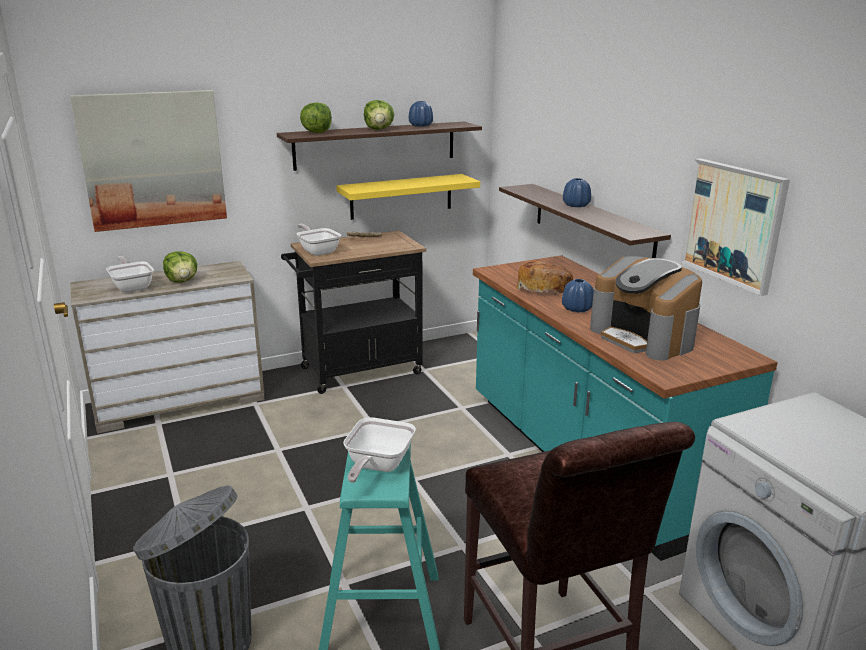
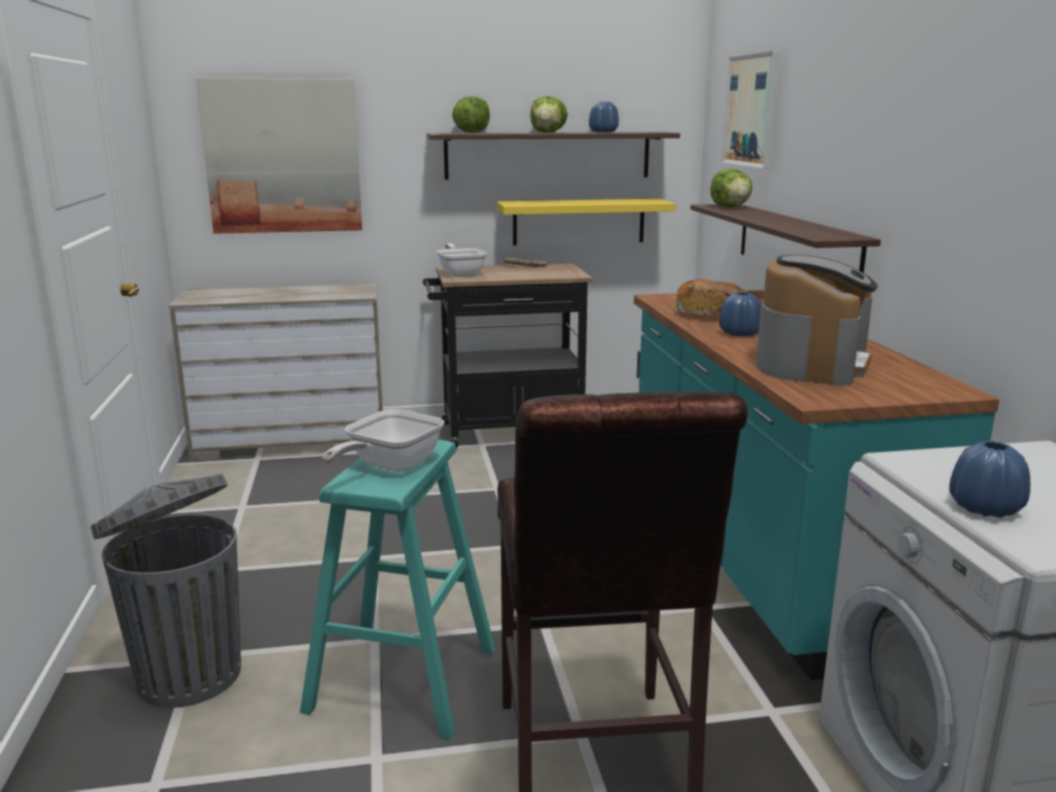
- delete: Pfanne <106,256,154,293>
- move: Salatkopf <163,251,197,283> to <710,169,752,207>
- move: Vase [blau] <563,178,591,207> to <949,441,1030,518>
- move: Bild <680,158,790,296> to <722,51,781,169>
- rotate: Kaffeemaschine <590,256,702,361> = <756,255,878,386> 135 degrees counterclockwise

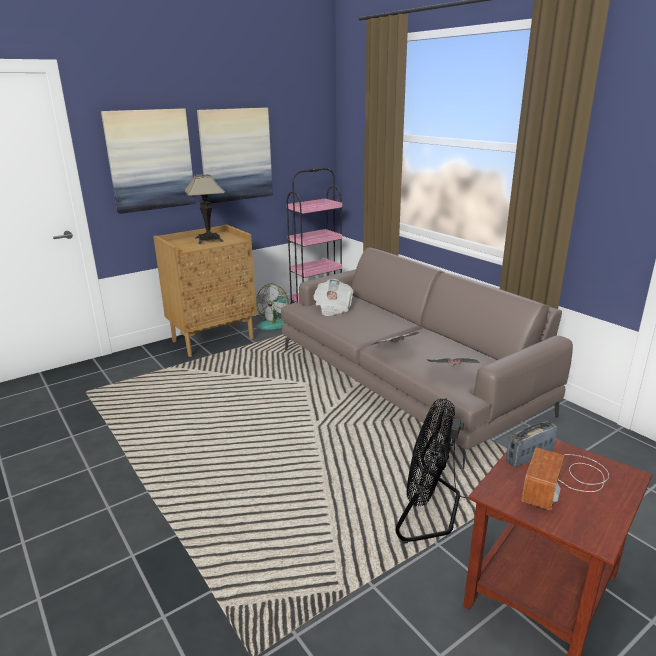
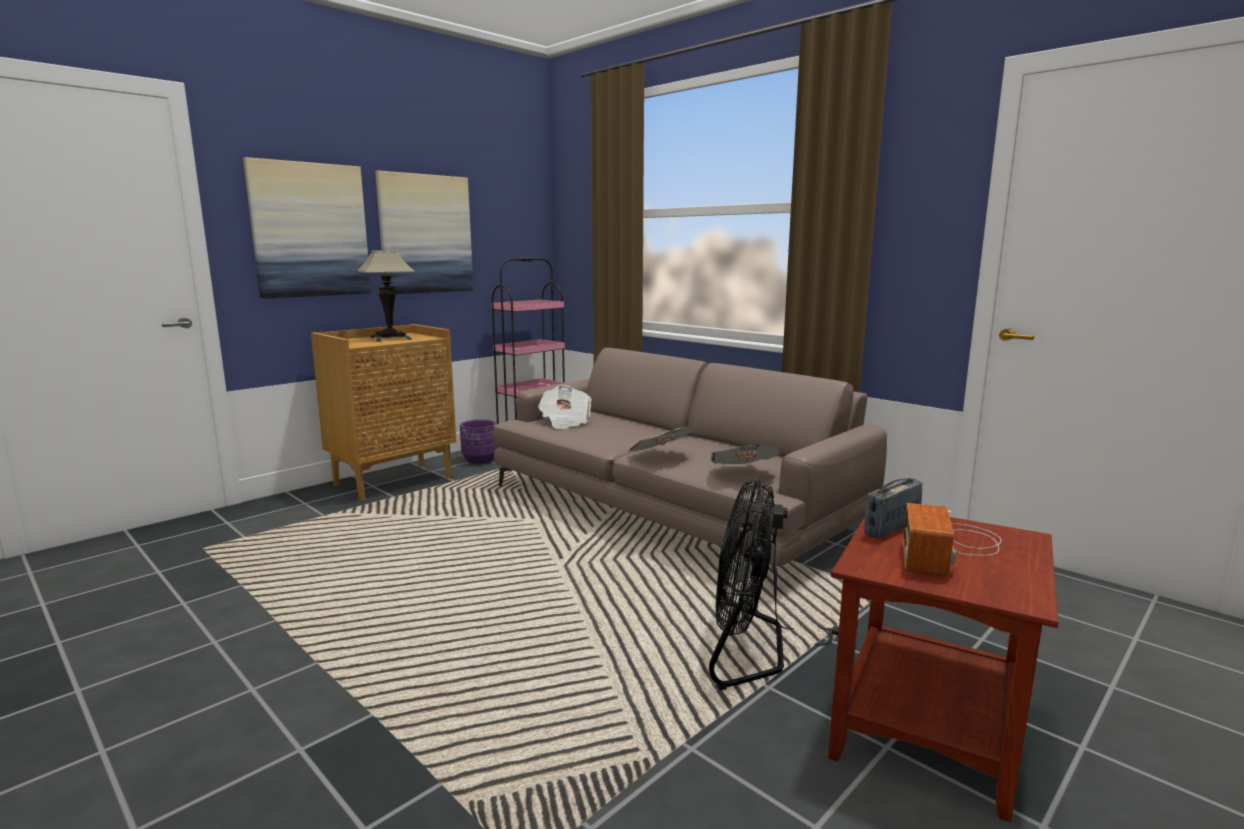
- replace: Ventilator <256,283,289,330> to Pflanzkübel [lila] <460,419,498,464>

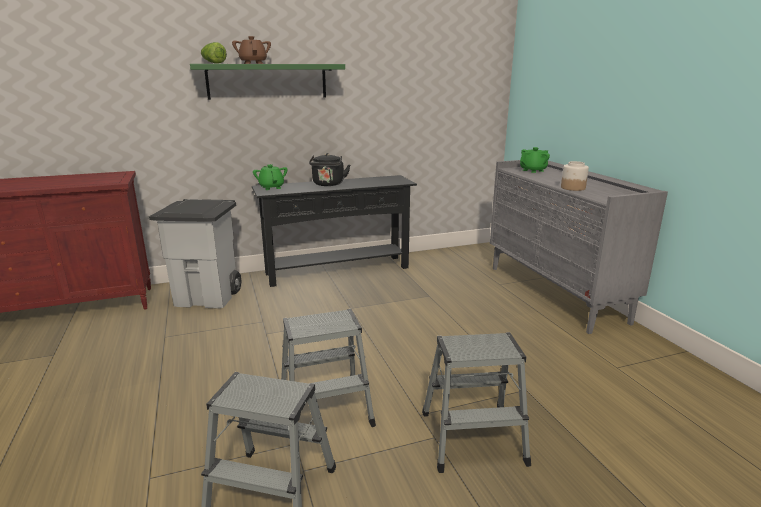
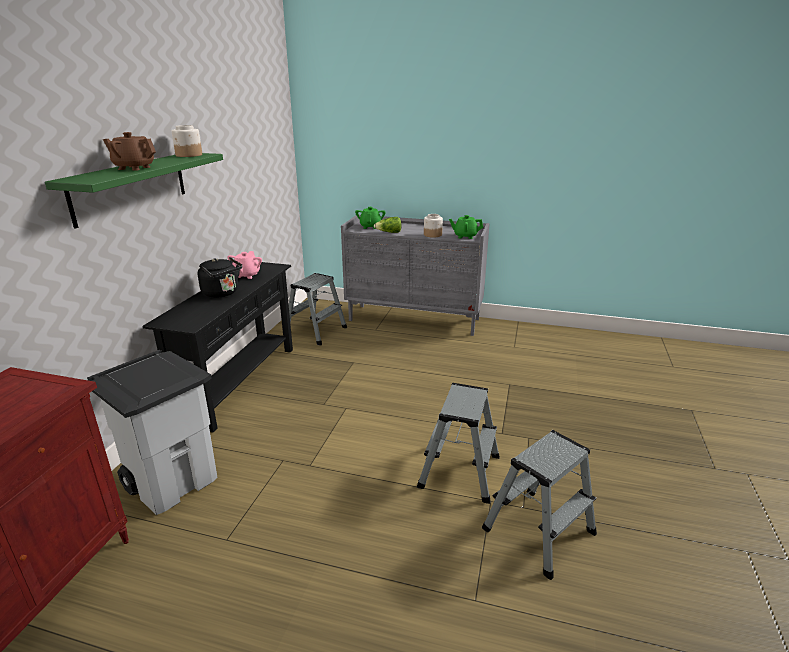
- insert: Vorratsglas <171,125,202,157>
- insert: Teekanne [rosa] <227,251,262,279>
- move: Salatkopf <201,42,227,64> to <374,217,402,233>
- move: Teekanne [grün] <253,164,288,190> to <449,215,483,239>
- move: Trittleiter [grau] <422,332,531,473> to <289,273,347,346>

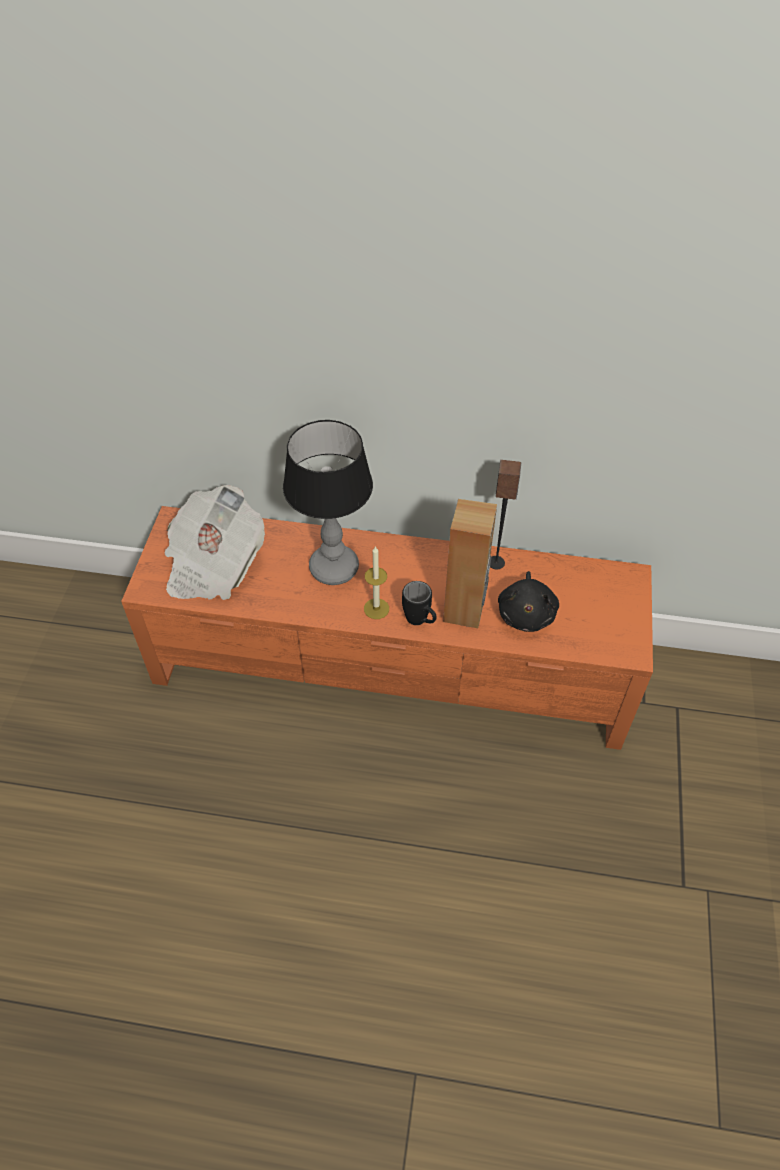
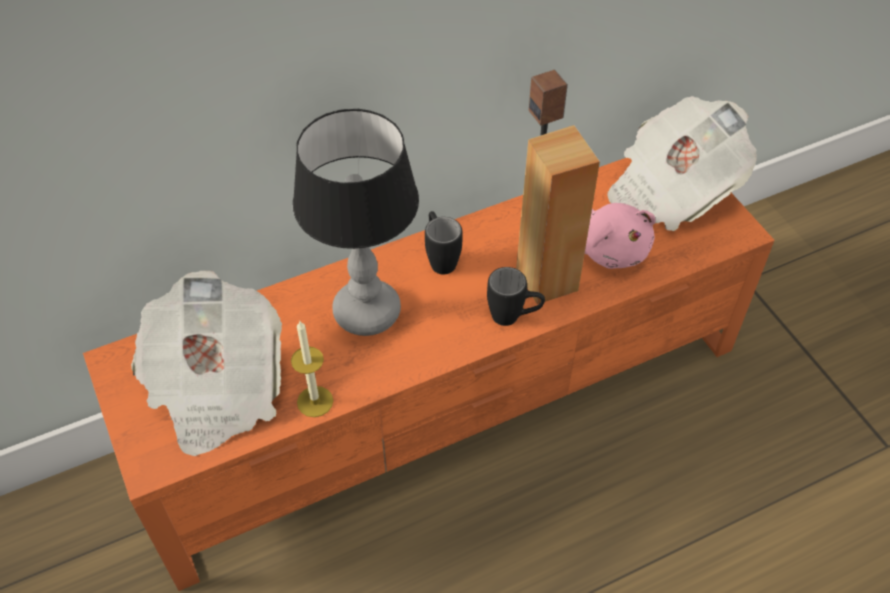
- insert: Henkelbecher [schwarz] <425,211,463,274>
- insert: Zeitung <607,96,757,231>
- move: Kerze <364,546,389,619> to <291,320,333,417>
- recolor: Plüschtier [schwarz] <498,571,559,632> to Plüschtier [rosa] <585,203,656,269>

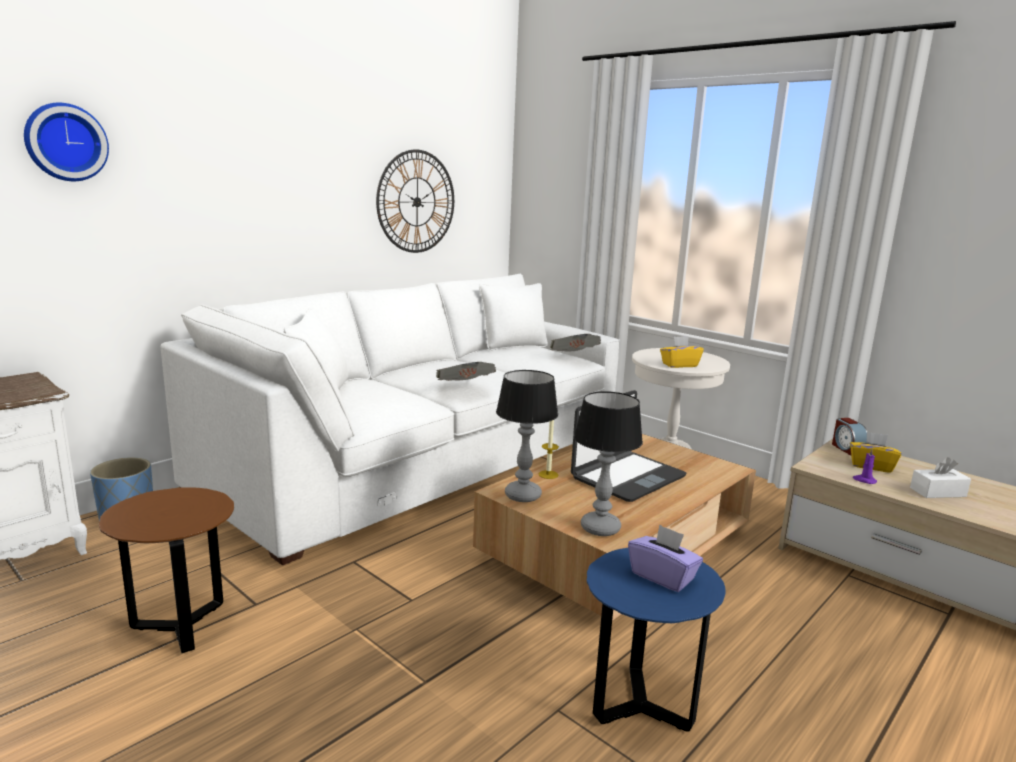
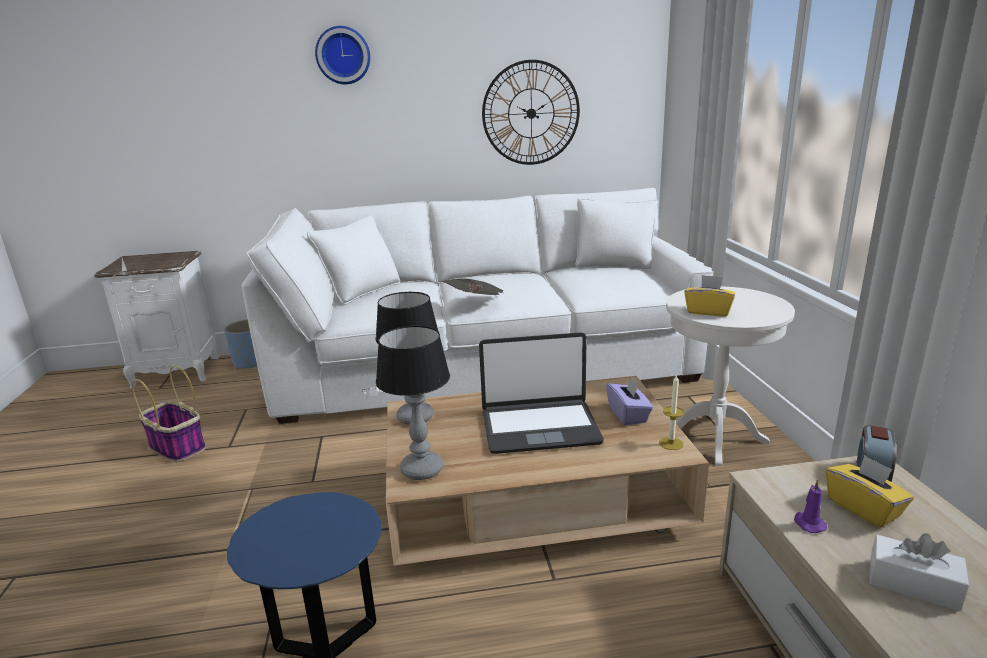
- delete: Zeitung <550,334,601,352>
- move: Wanduhr <24,103,109,181> to <315,26,370,84>
- move: Kerze <539,420,559,479> to <659,374,684,450>
- move: Taschentuchbox [lila] <628,524,703,592> to <606,376,653,426>
- replace: Beistelltisch [braun] <99,487,234,653> to Korb <132,365,206,462>

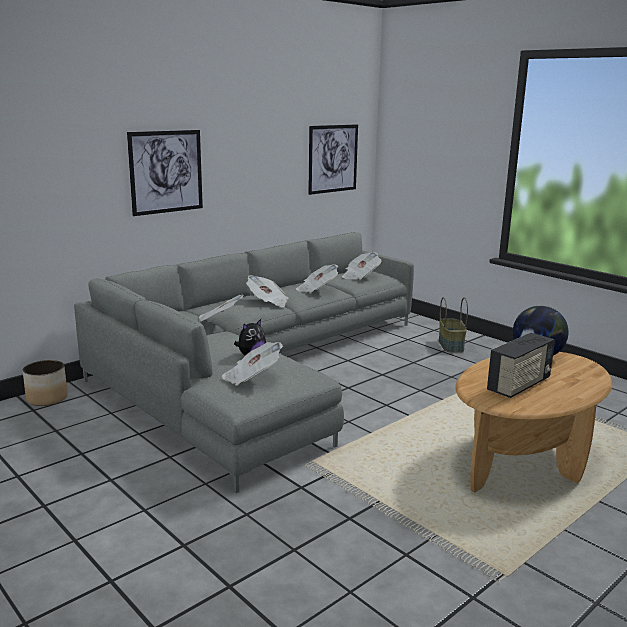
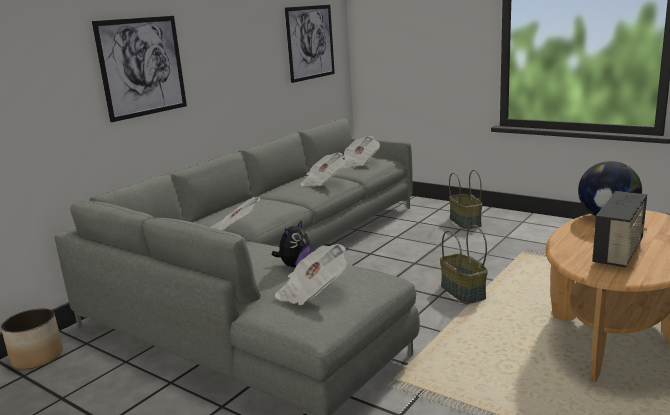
- delete: Zeitung <246,275,289,307>
- insert: Korb <440,225,488,304>

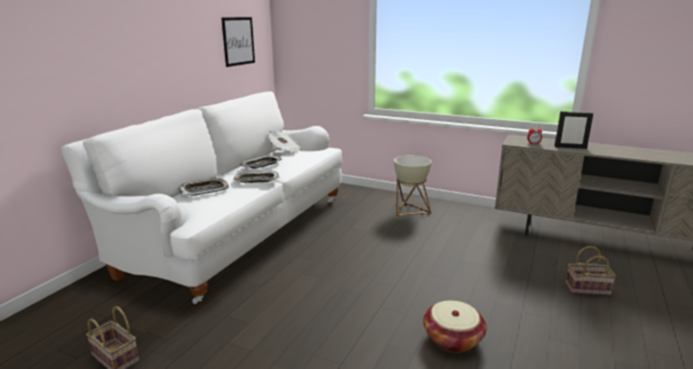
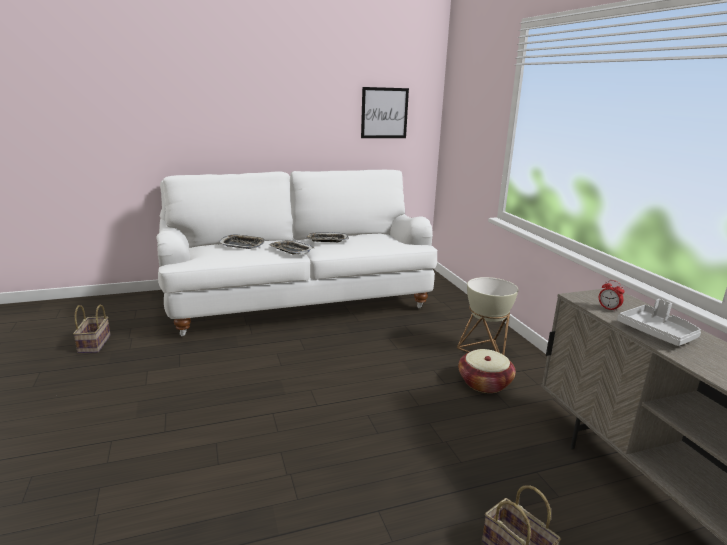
- delete: Zeitung <267,131,301,154>
- move: Korb <423,301,487,353> to <458,349,516,393>
- replace: Bilderrahmen <554,111,593,149> to Tablett [grau] <617,299,701,346>

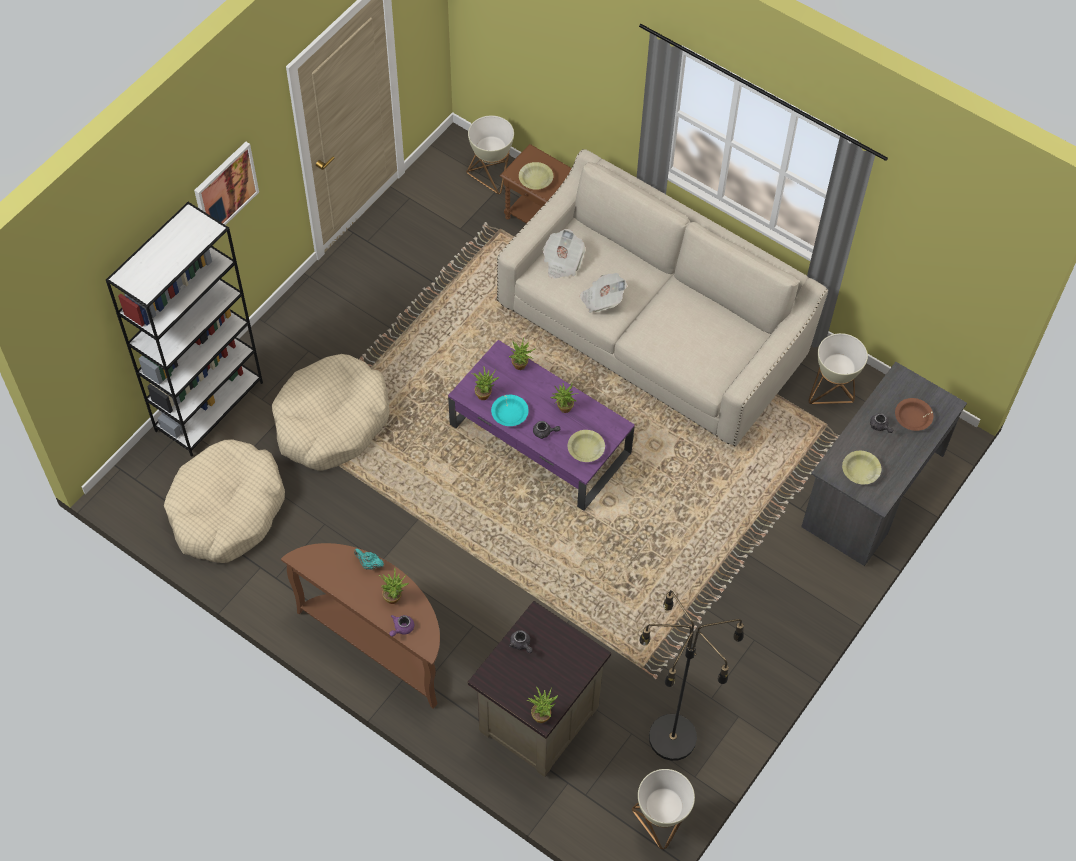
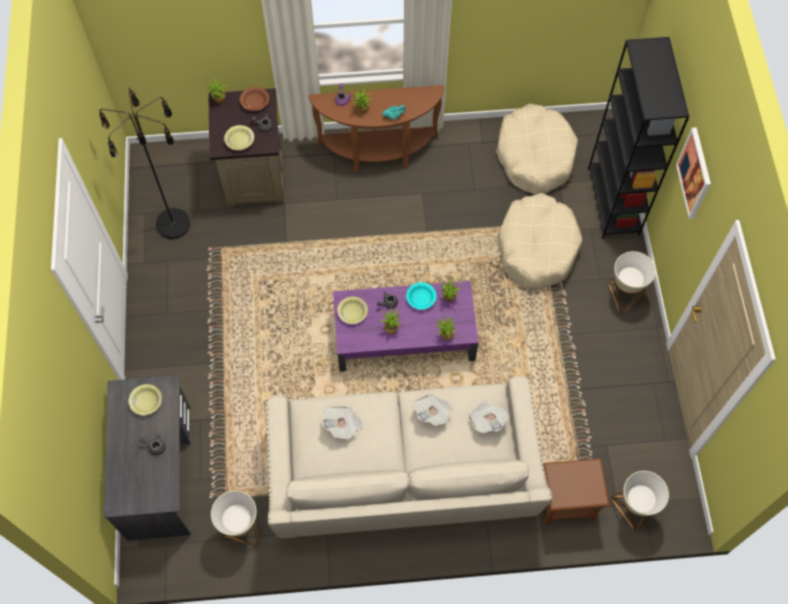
- insert: Zeitung <321,406,364,440>
- move: Schüssel [gelb] <519,162,553,190> to <224,125,254,150>
- move: Pflanzkübel <632,769,695,849> to <608,251,656,315>
- move: Schüssel [braun] <895,398,933,431> to <240,87,269,111>
- recolor: Bücherregal [weiß] <106,202,263,457> to Bücherregal [schwarz] <588,37,690,239>

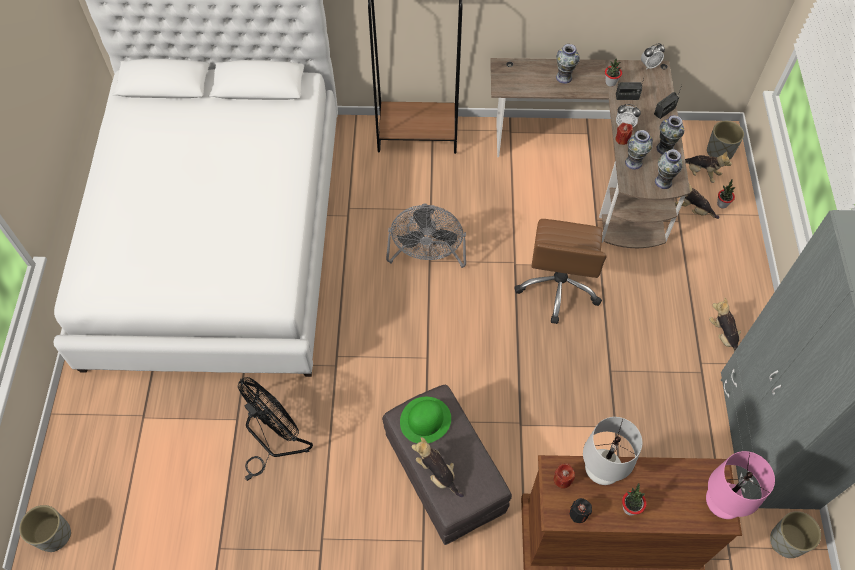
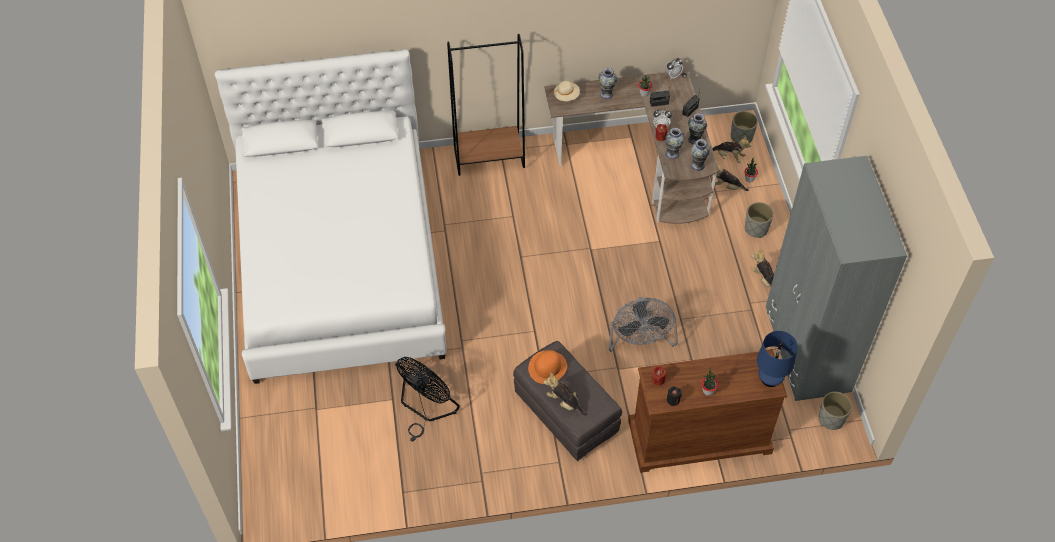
- delete: Bürostuhl [braun] <514,219,607,324>
- delete: Tischlampe [weiß] <583,417,642,485>
- insert: Hut [beige] <554,81,580,101>
- move: Pflanzkübel [grau] <19,505,71,552> to <745,202,774,238>
- move: Ventilator [grau] <386,204,466,268> to <609,297,678,352>
- recolor: Hut [grün] <400,397,451,443> to Hut [orange] <528,350,567,384>
- recolor: Tischlampe [rosa] <706,451,775,519> to Tischlampe [blau] <757,331,798,387>

